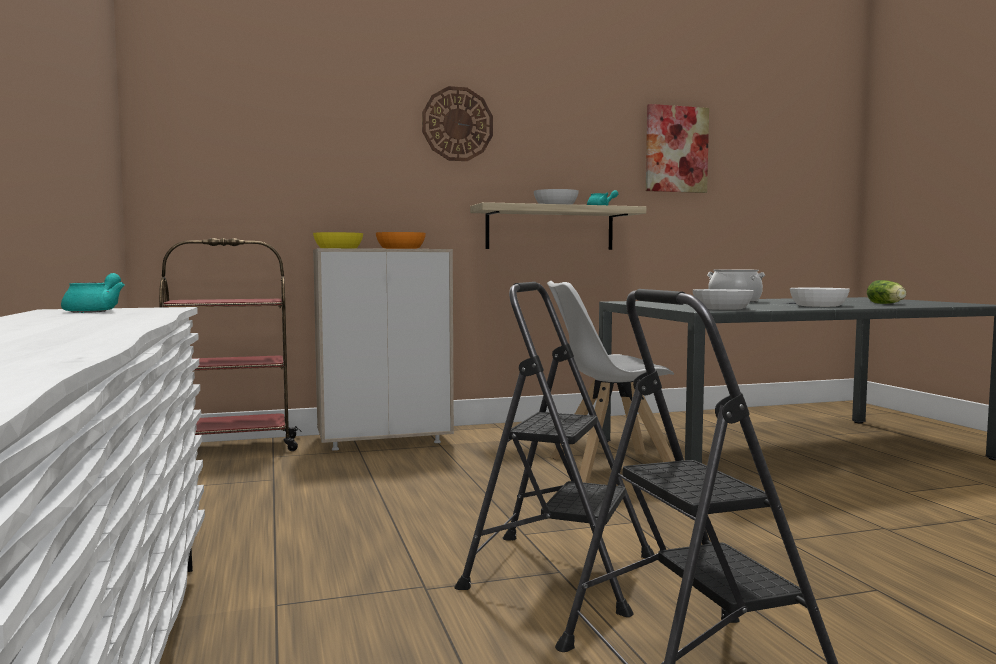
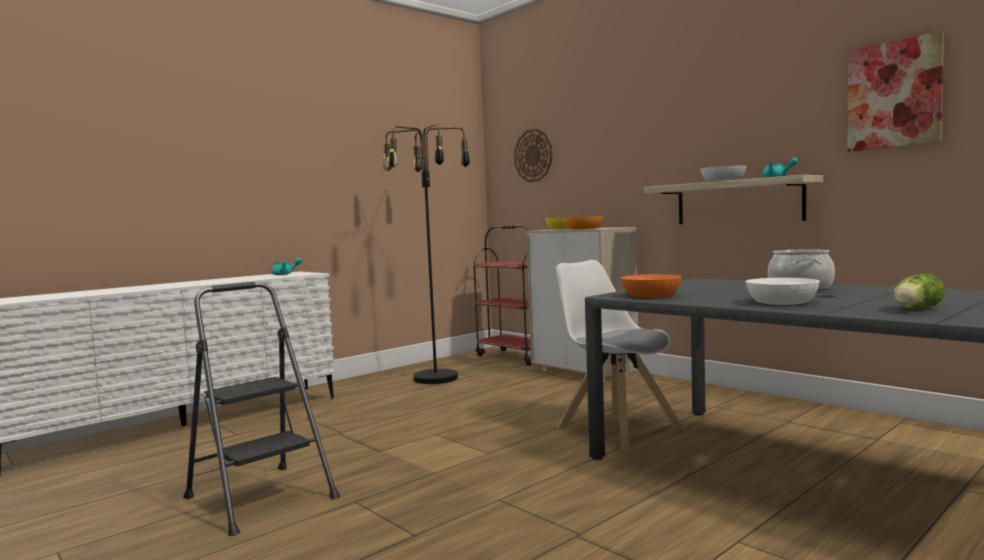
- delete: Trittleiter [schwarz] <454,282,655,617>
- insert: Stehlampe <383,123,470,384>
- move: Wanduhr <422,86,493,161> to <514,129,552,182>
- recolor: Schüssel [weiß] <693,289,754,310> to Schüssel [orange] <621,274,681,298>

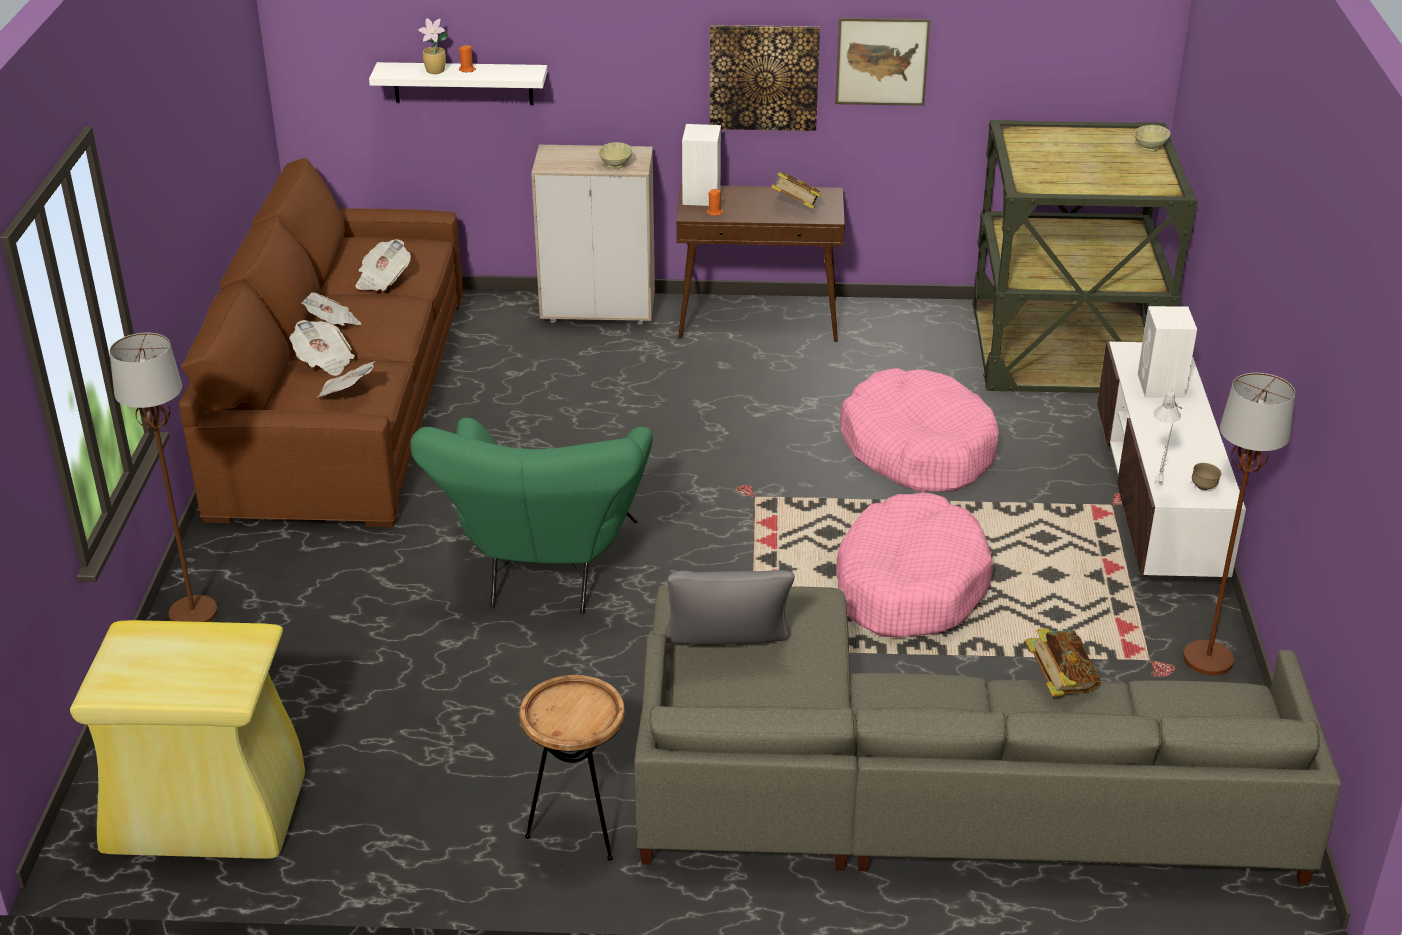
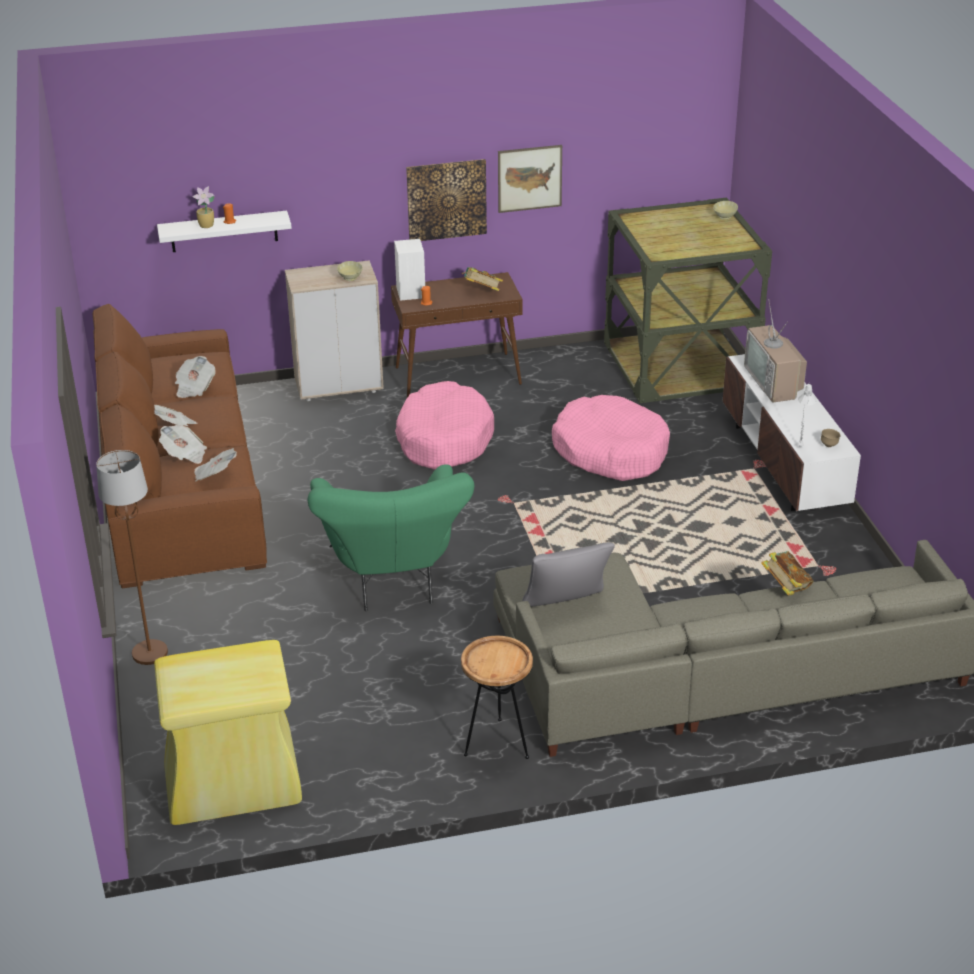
- delete: Stehlampe [braun] <1183,373,1295,675>
- move: Hundebett [rosa] <836,492,993,638> to <395,381,494,470>
- replace: Lautsprecher [weiß] <1138,306,1197,398> to Fernseher <744,299,807,403>

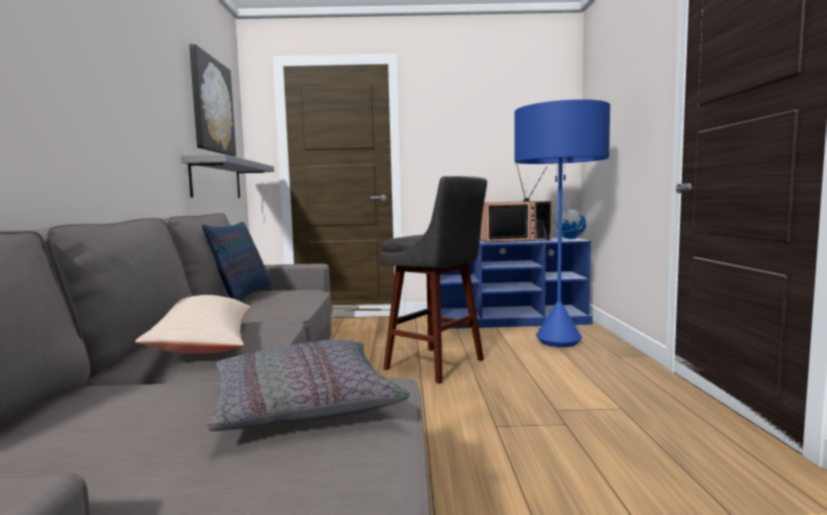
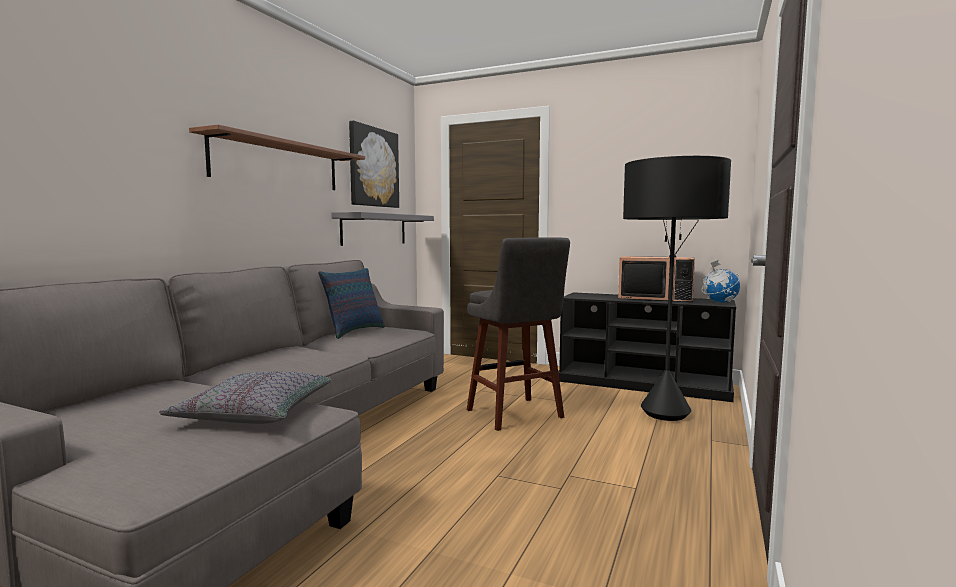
- delete: Kissen [beige] <135,295,251,354>
- insert: Wandregal <189,124,365,190>
- recolor: Fernsehschrank [blau] <440,237,593,329> to Fernsehschrank [schwarz] <558,292,736,402>
- recolor: Stehlampe [blau] <514,99,610,347> to Stehlampe [schwarz] <623,156,731,421>

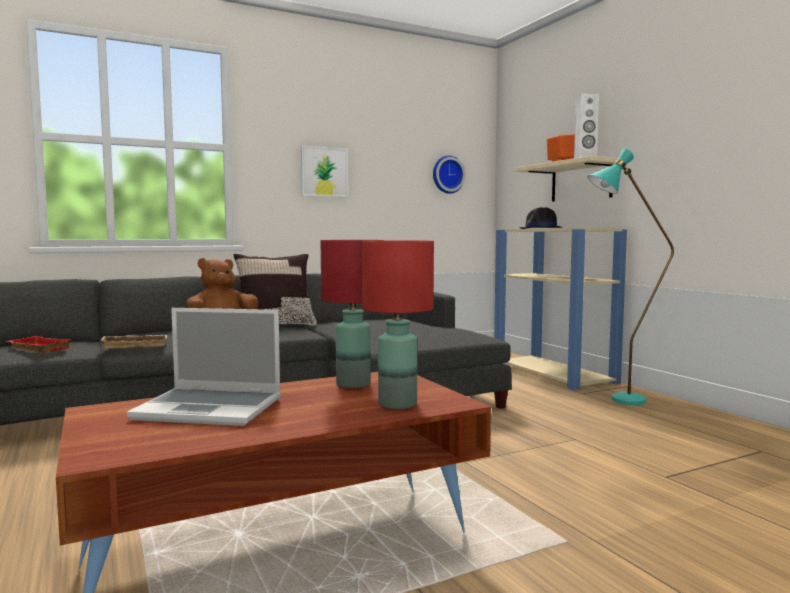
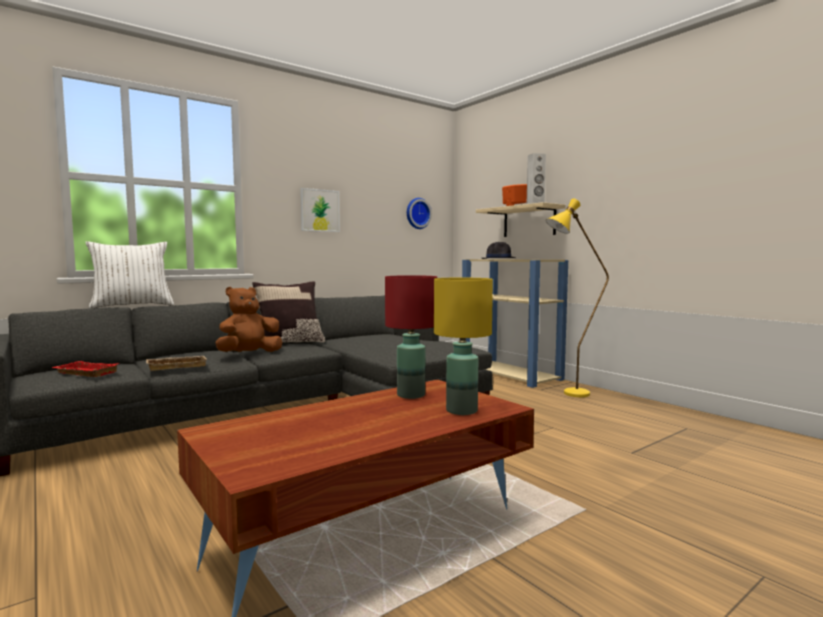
- delete: Laptop <127,308,281,426>
- insert: Kissen [weiß] <85,241,174,308>
- recolor: Tischlampe [rot] <362,240,434,409> to Tischlampe [gelb] <434,278,493,415>
- recolor: Stehlampe [türkis] <588,149,674,405> to Stehlampe [gelb] <546,198,609,397>

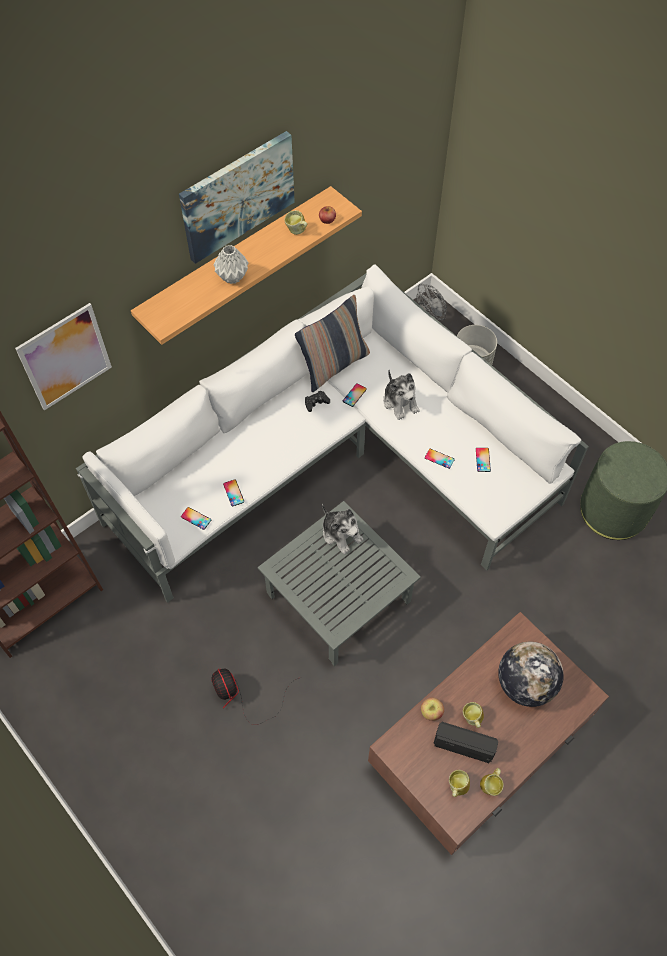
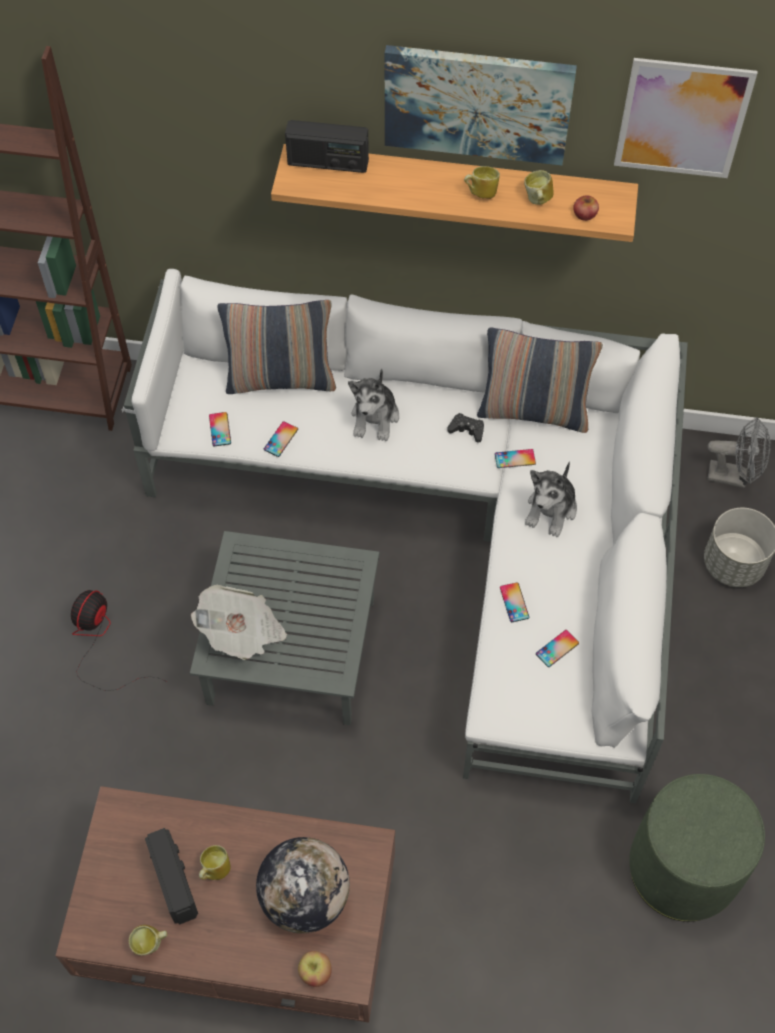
- delete: Vase [grau] <214,245,249,284>
- insert: Zeitung <191,585,287,660>
- insert: Kissen <217,300,336,394>
- insert: Radio <285,120,369,173>
- move: Bild <15,303,112,410> to <614,58,757,178>
- move: Plüschtier <322,504,363,554> to <348,368,399,441>
- move: Apfel <421,697,444,721> to <298,951,332,987>
- move: Henkelbecher <449,770,470,797> to <464,166,500,199>

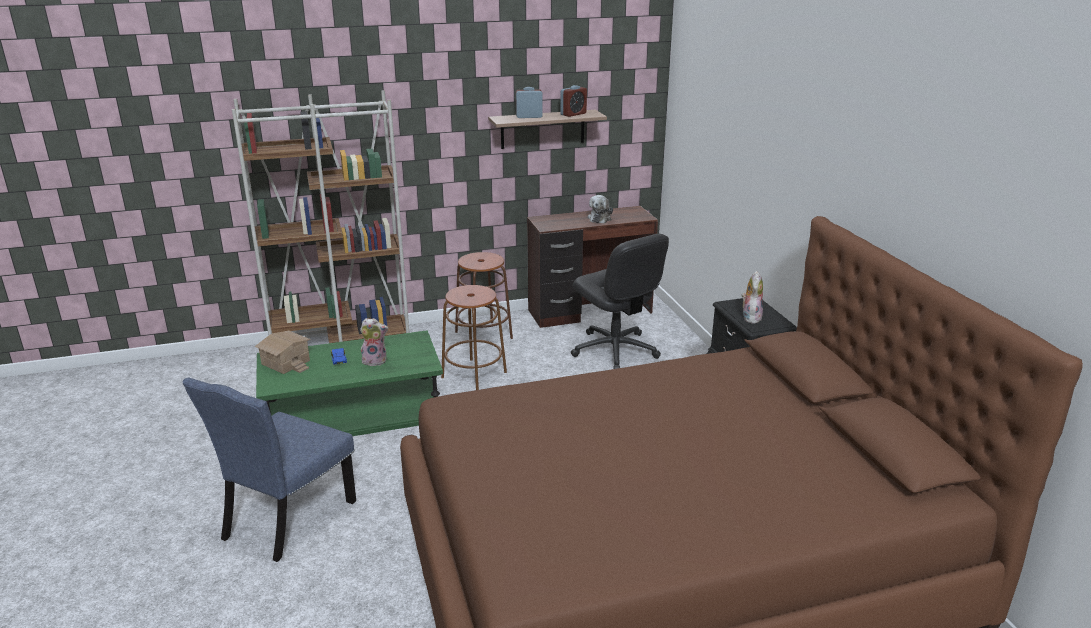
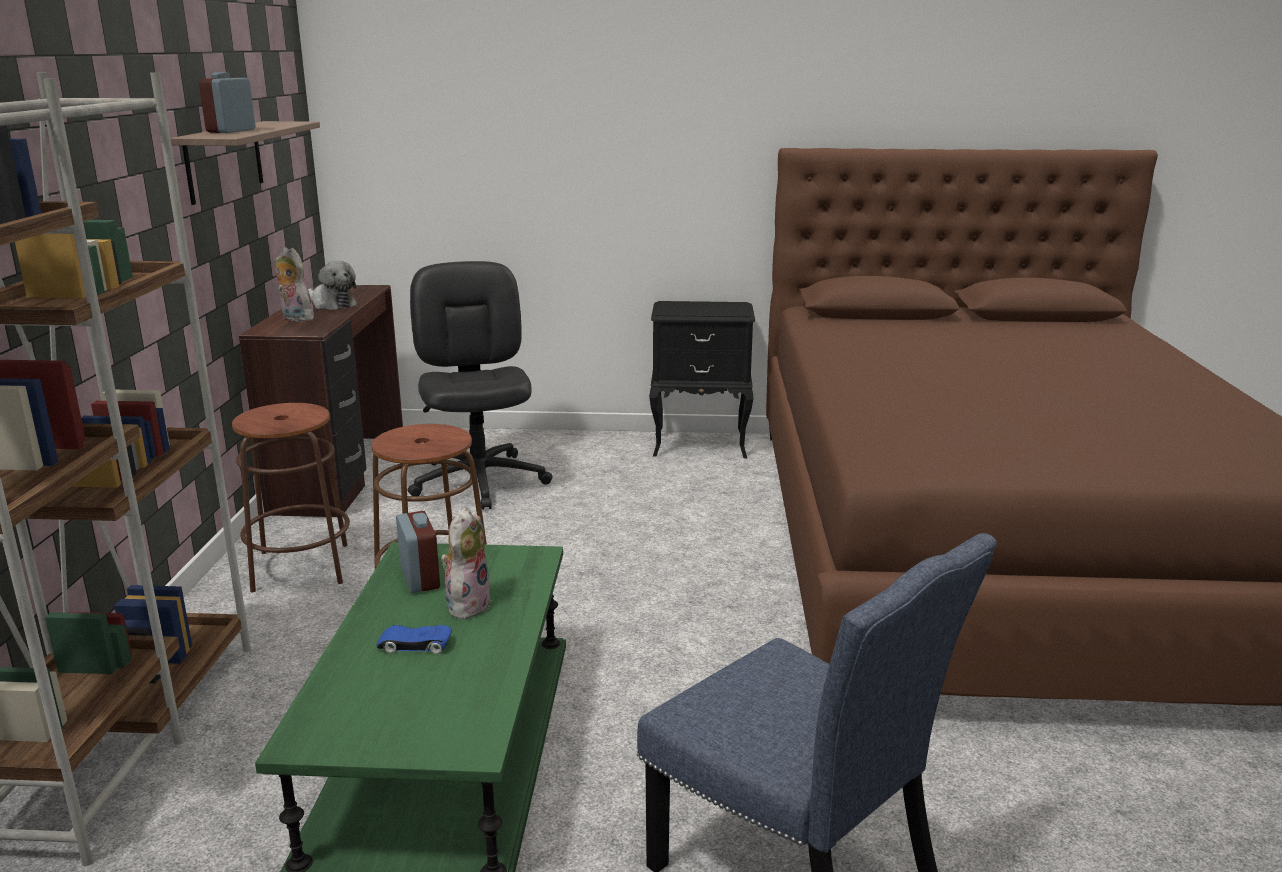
- delete: Spielzeughaus <255,331,311,374>
- move: Wecker <560,85,587,117> to <396,511,440,593>
- move: Plüschtier <741,271,763,324> to <275,247,314,322>
- rotate: Bürostuhl [schwarz] <571,234,669,369> = <408,261,552,510> 90 degrees counterclockwise

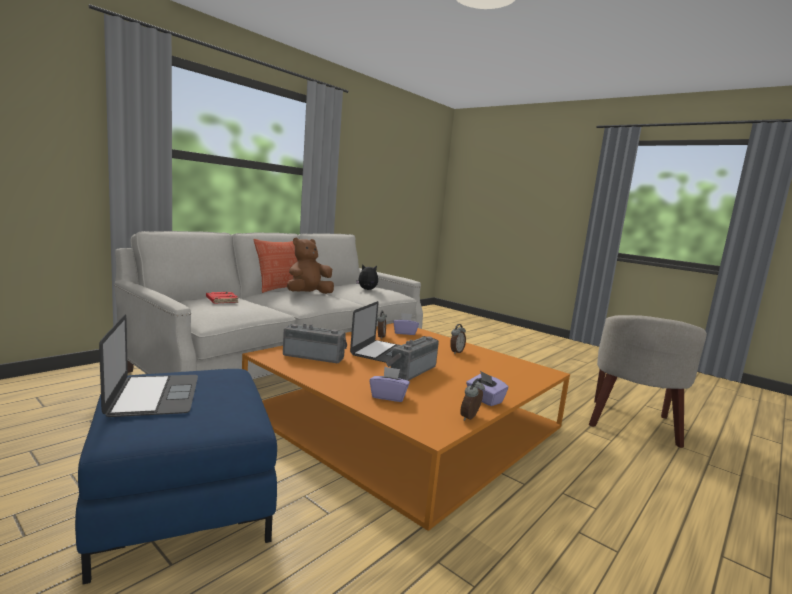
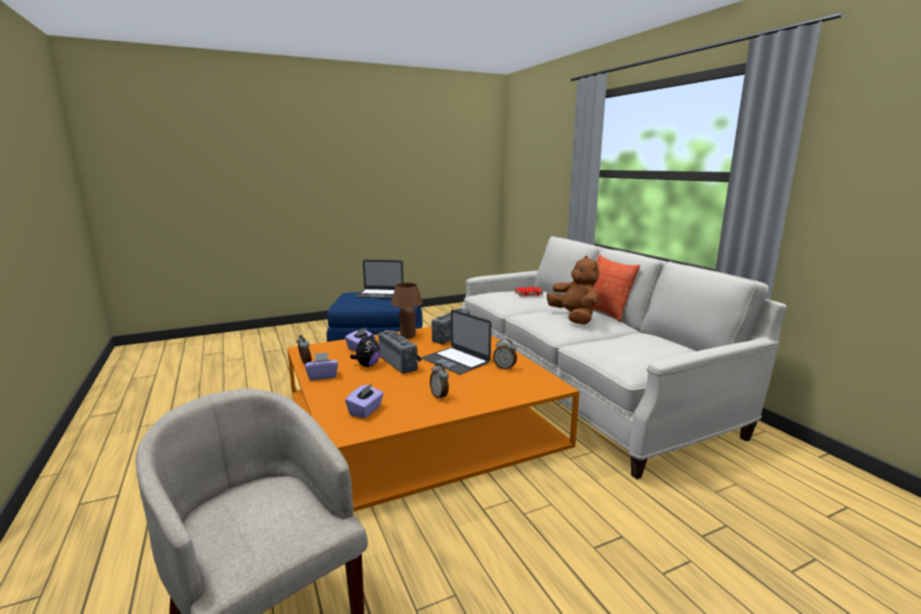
- insert: Tischlampe [braun] <391,283,423,338>
- move: Plüschtier <356,264,378,290> to <350,332,380,367>
- move: Taschentuchbox [lila] <393,313,419,335> to <345,384,384,418>

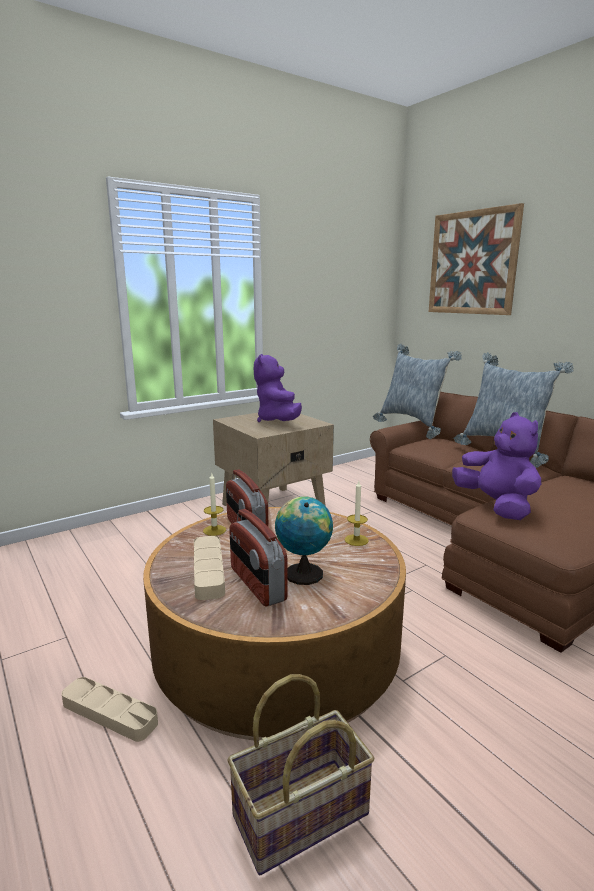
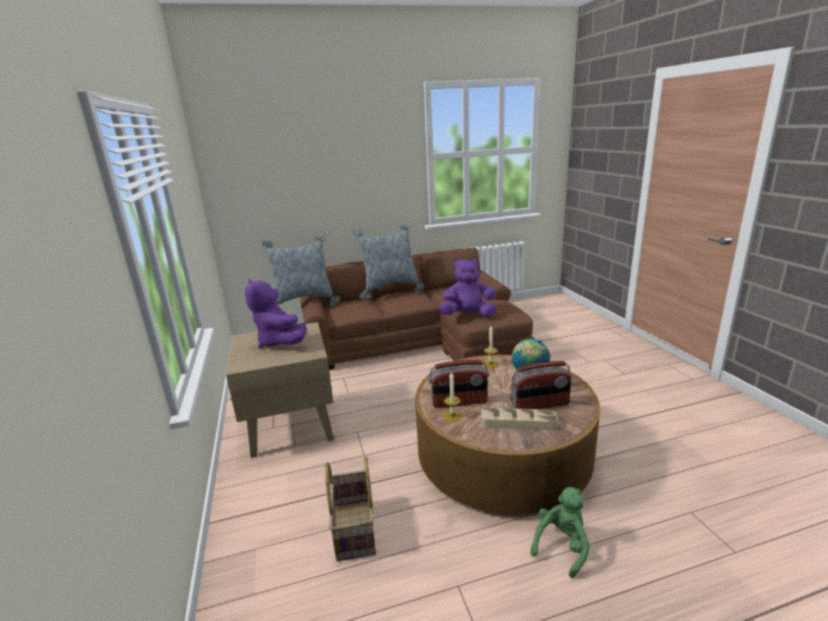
- delete: Bild <429,203,524,315>
- move: Korb <228,674,374,875> to <325,456,376,561>
- replace: Tablett [beige] <61,677,158,742> to Plüschtier [grün] <530,487,590,578>
- rotate: Plüschtier [lila] <254,354,302,422> = <245,279,307,349> 45 degrees clockwise

